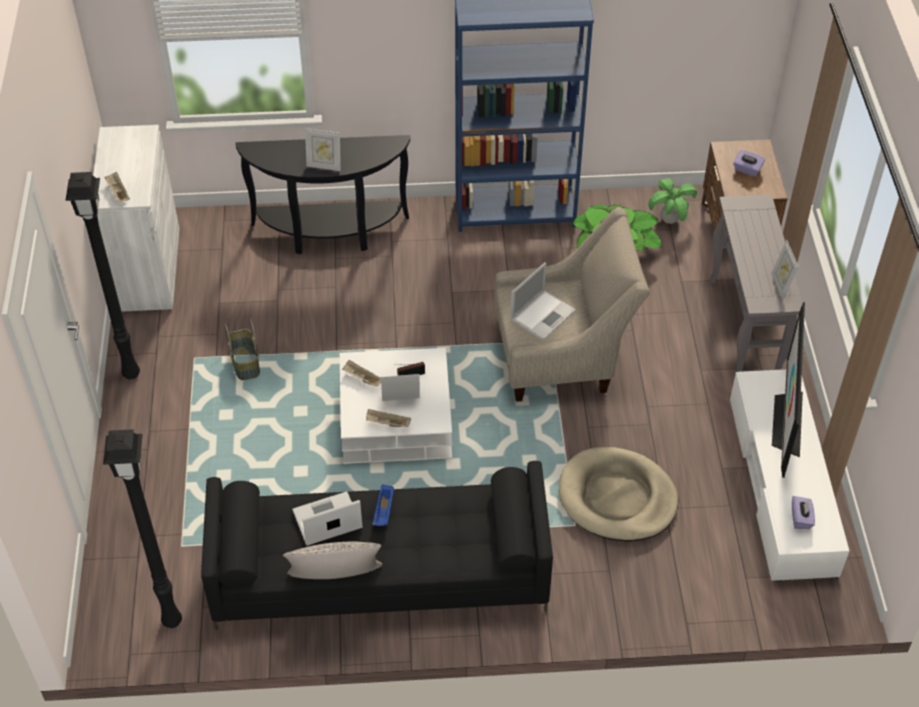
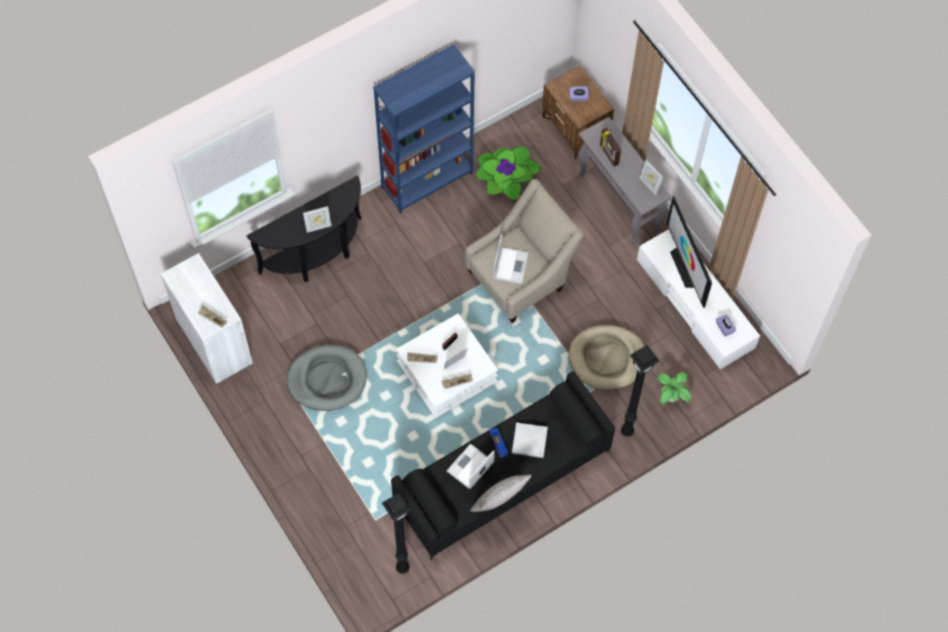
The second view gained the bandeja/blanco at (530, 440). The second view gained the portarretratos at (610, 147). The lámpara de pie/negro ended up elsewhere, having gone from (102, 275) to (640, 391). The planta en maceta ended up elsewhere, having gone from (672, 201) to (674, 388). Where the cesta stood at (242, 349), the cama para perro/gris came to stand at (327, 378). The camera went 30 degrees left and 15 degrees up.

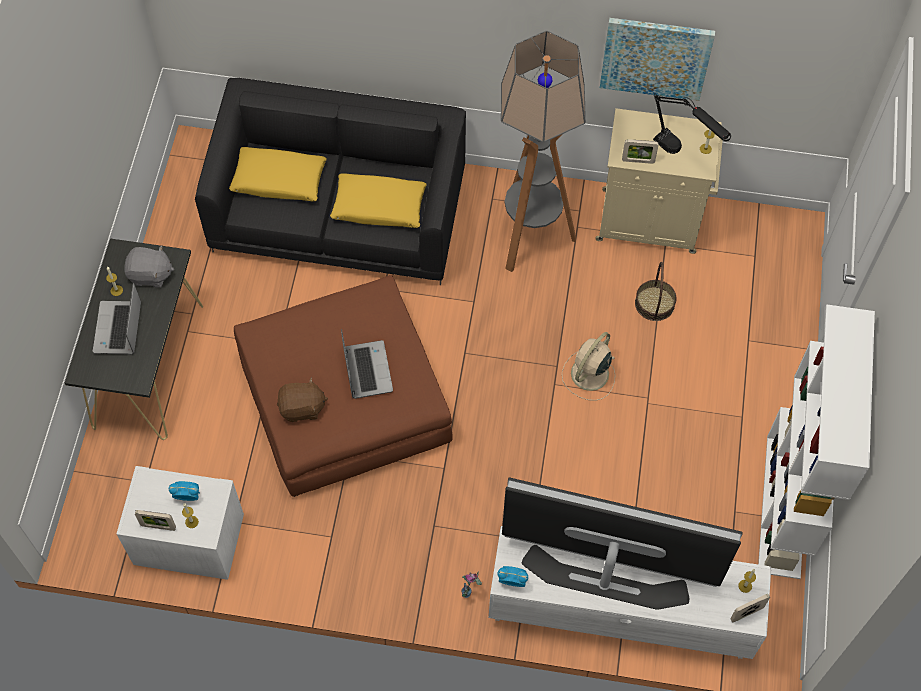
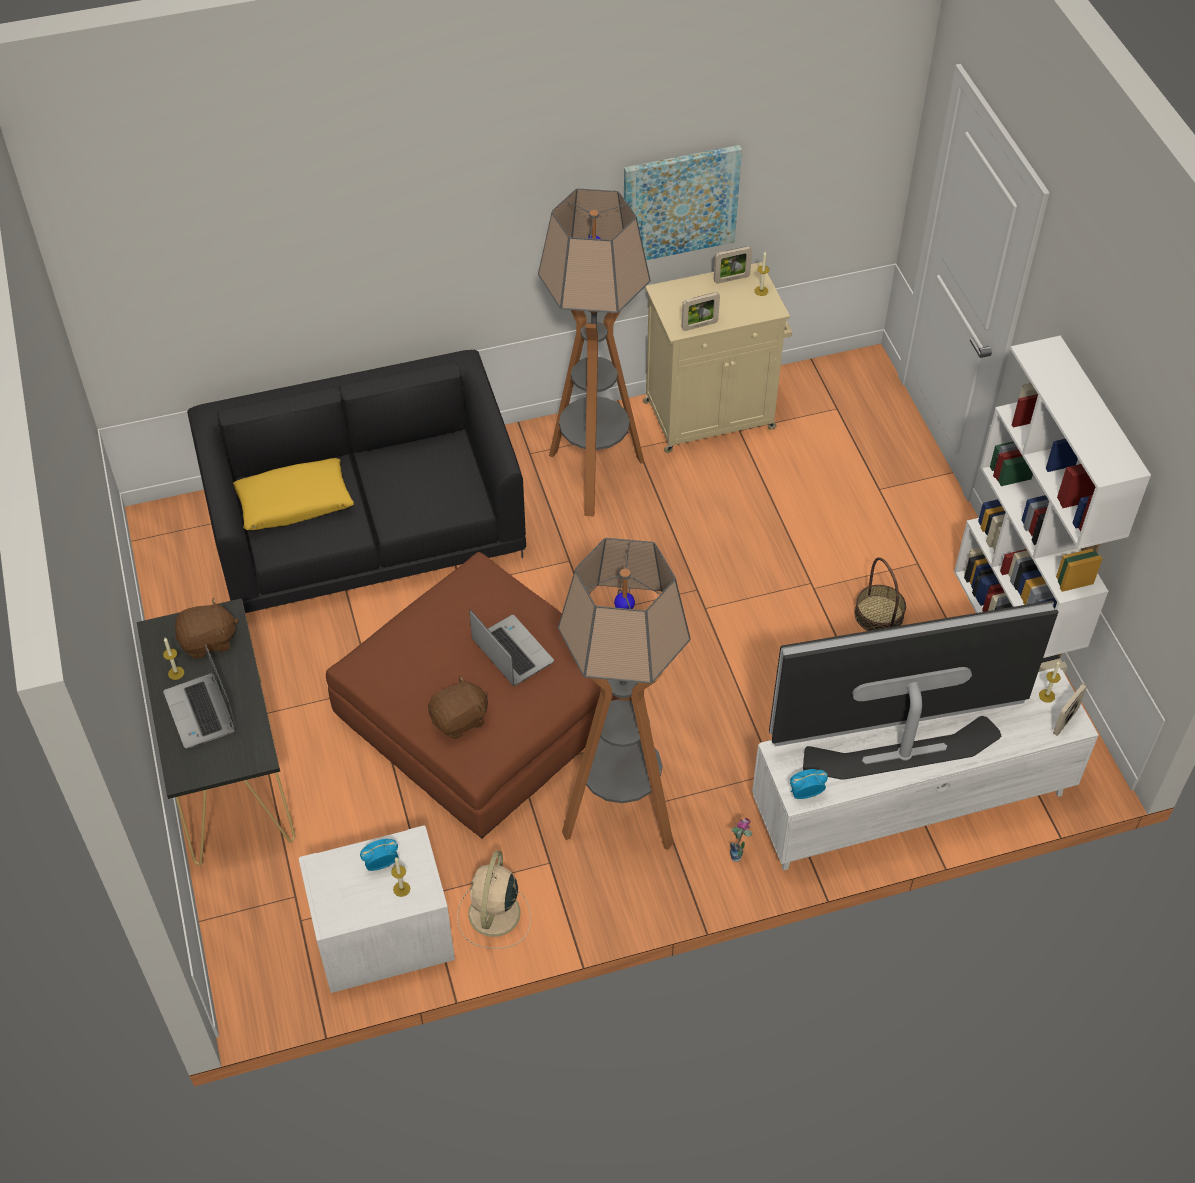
The second view lost the cojín/amarillo at (378, 200). The second view lost the lámpara de mesa/negro at (692, 123). The second view gained the lámpara de pie at (624, 694). The portarretratos ended up elsewhere, having gone from (155, 520) to (733, 265). The ventilador/beis ended up elsewhere, having gone from (588, 366) to (494, 900). The cesta ended up elsewhere, having gone from (656, 291) to (880, 594). What was the peluche/gris at (149, 267) turned into the peluche/marrón at (207, 628). The camera went 25 degrees left and 10 degrees down.

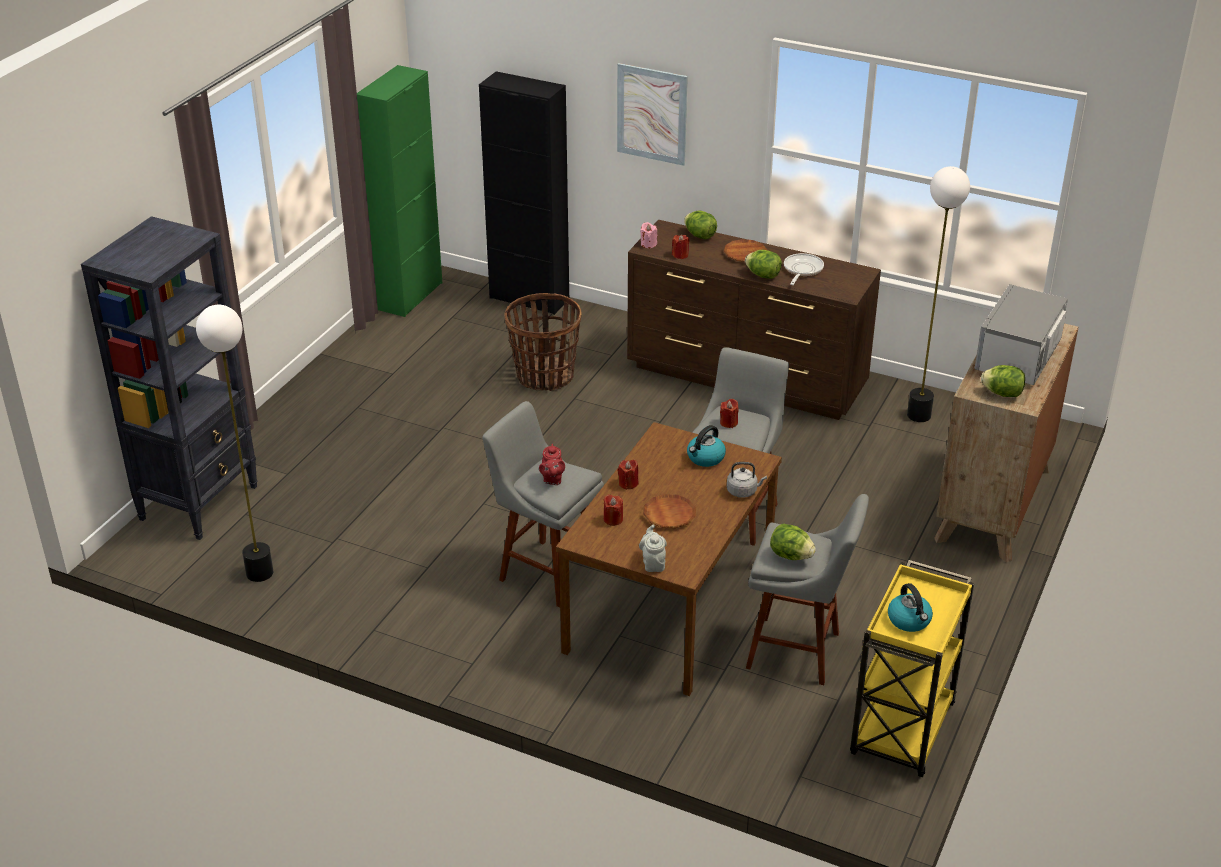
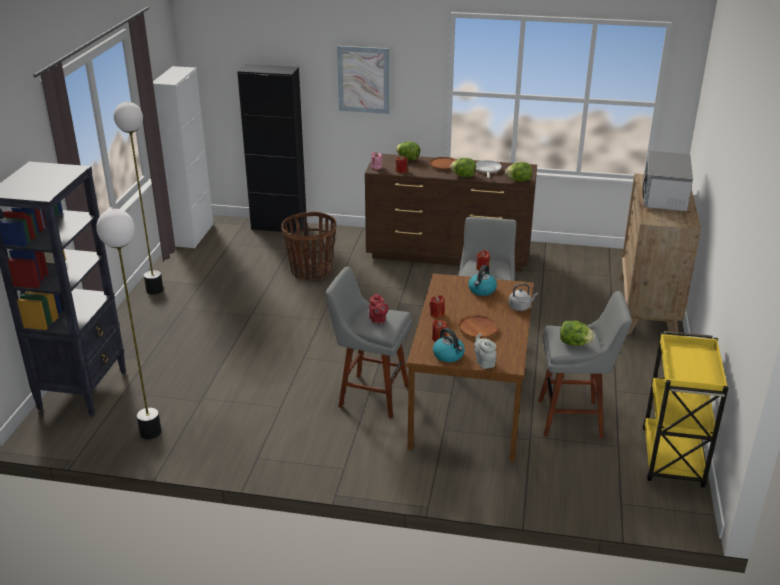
The hervidor ended up elsewhere, having gone from (910, 607) to (449, 345). The lámpara de pie ended up elsewhere, having gone from (938, 294) to (138, 198). The lechuga ended up elsewhere, having gone from (1003, 381) to (518, 172). What was the armario/verde at (399, 191) turned into the armario/blanco at (183, 157). The camera went 15 degrees left and 5 degrees down.

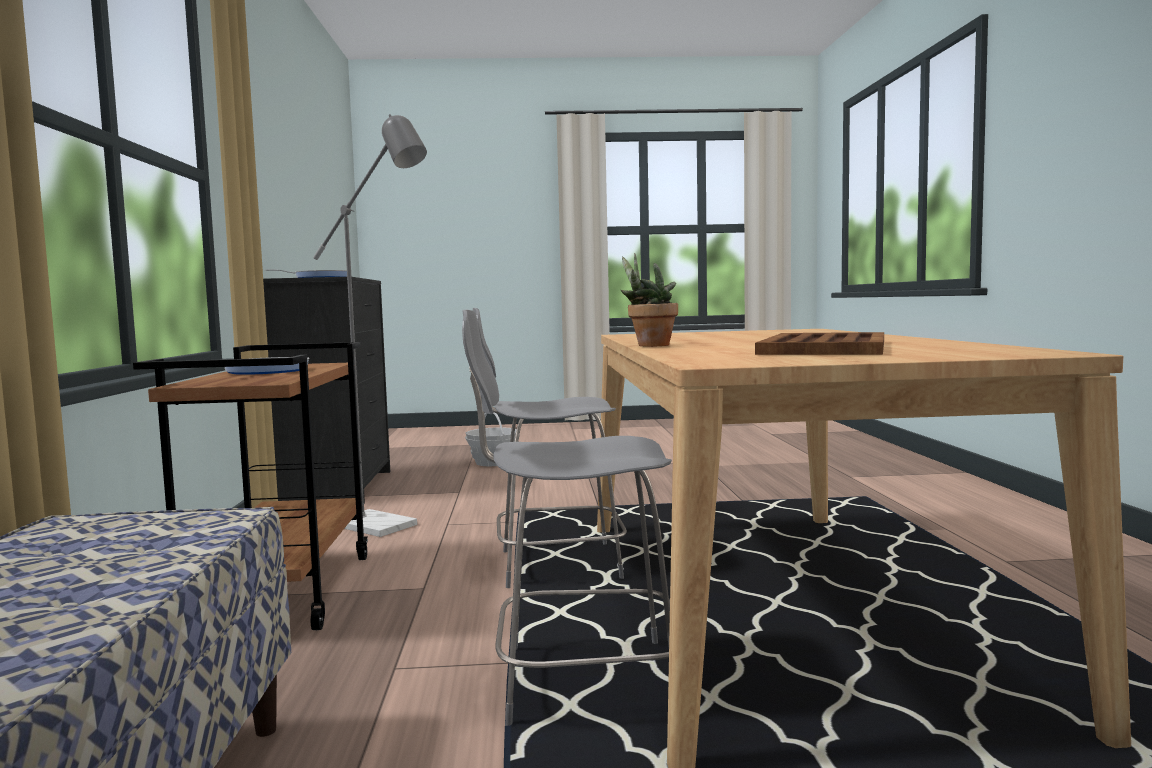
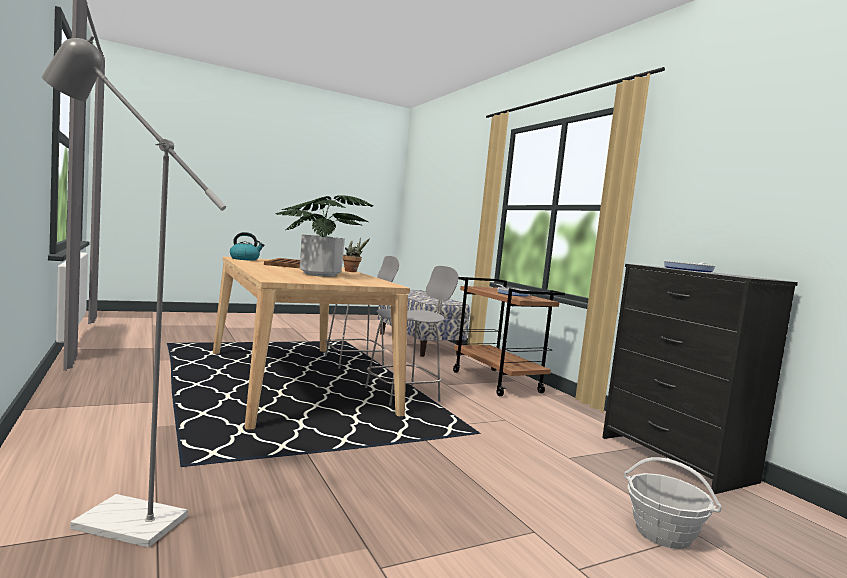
The second view gained the hervidor at (247, 246). The second view gained the planta en maceta at (324, 236). The lámpara de pie/gris ended up elsewhere, having gone from (370, 325) to (134, 292). The camera went 155 degrees right and 0 degrees up.

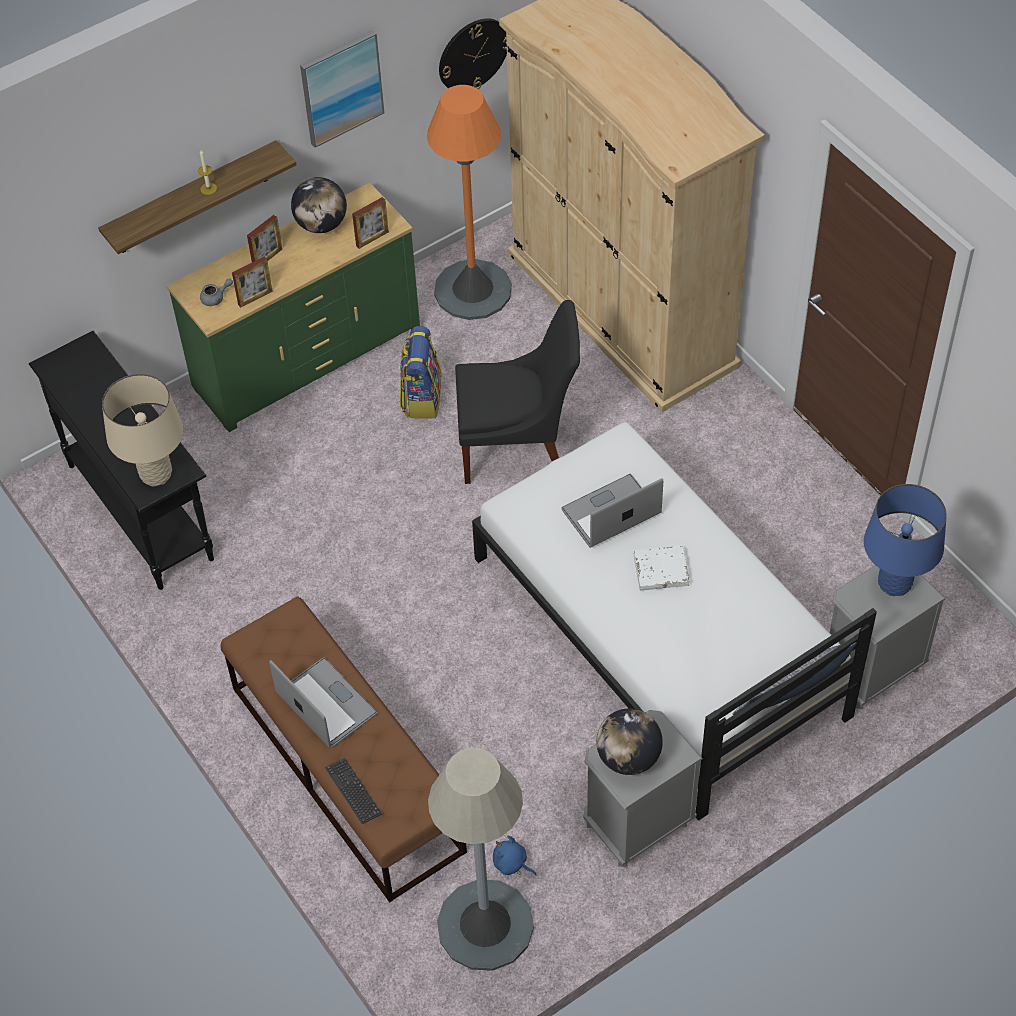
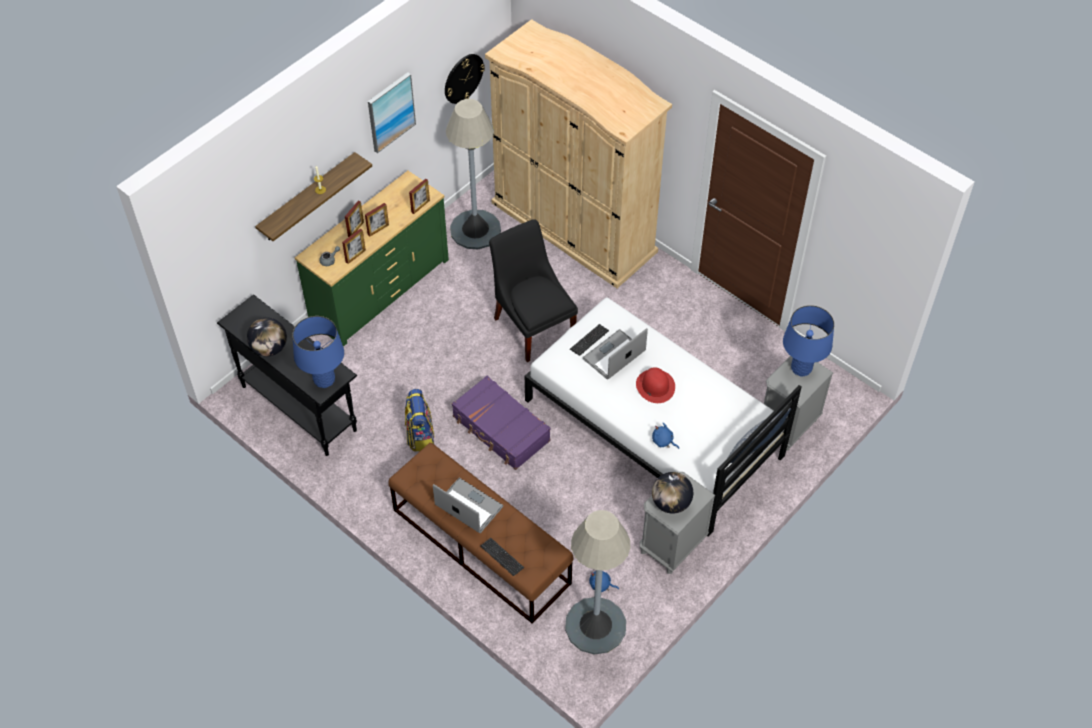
The second view gained the portarretratos at (377, 220). The second view gained the maleta/morado at (501, 423). The second view gained the teclado at (589, 340). The second view gained the peluche/azul at (665, 436). The globo terráqueo ended up elsewhere, having gone from (319, 205) to (267, 337). The mochila ended up elsewhere, having gone from (421, 372) to (420, 420). Where the libro/blanco stood at (662, 568), the sombrero/rojo came to stand at (655, 385). What was the lámpara de mesa/beis at (142, 430) turned into the lámpara de mesa/azul at (318, 352). What was the lámpara de pie/naranja at (469, 202) turned into the lámpara de pie/gris at (473, 174). The silla/negro at (517, 392) ended up facing another way, 105 degrees counterclockwise from before. The camera went 15 degrees left and 0 degrees up.

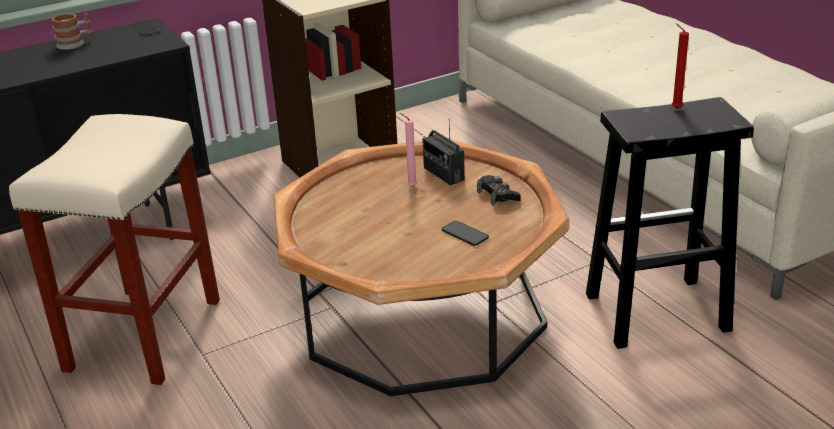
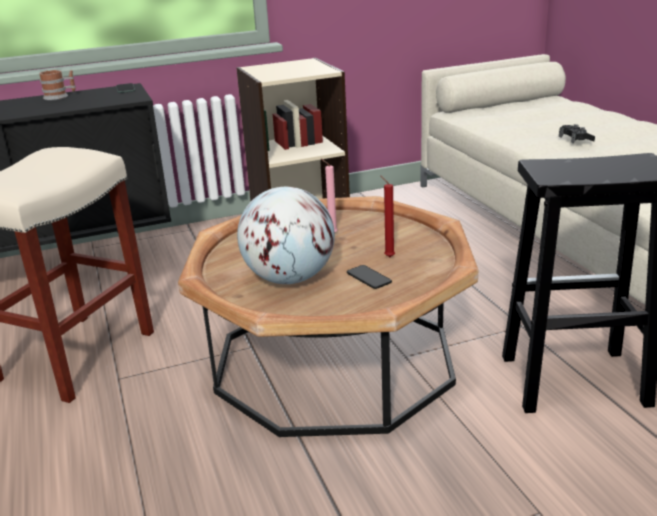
The second view lost the radio at (443, 152). The second view gained the globo terráqueo at (286, 235). The mando de consola/negro ended up elsewhere, having gone from (499, 190) to (577, 133). The vela/rojo ended up elsewhere, having gone from (680, 66) to (387, 216). The camera went 10 degrees right and 5 degrees down.

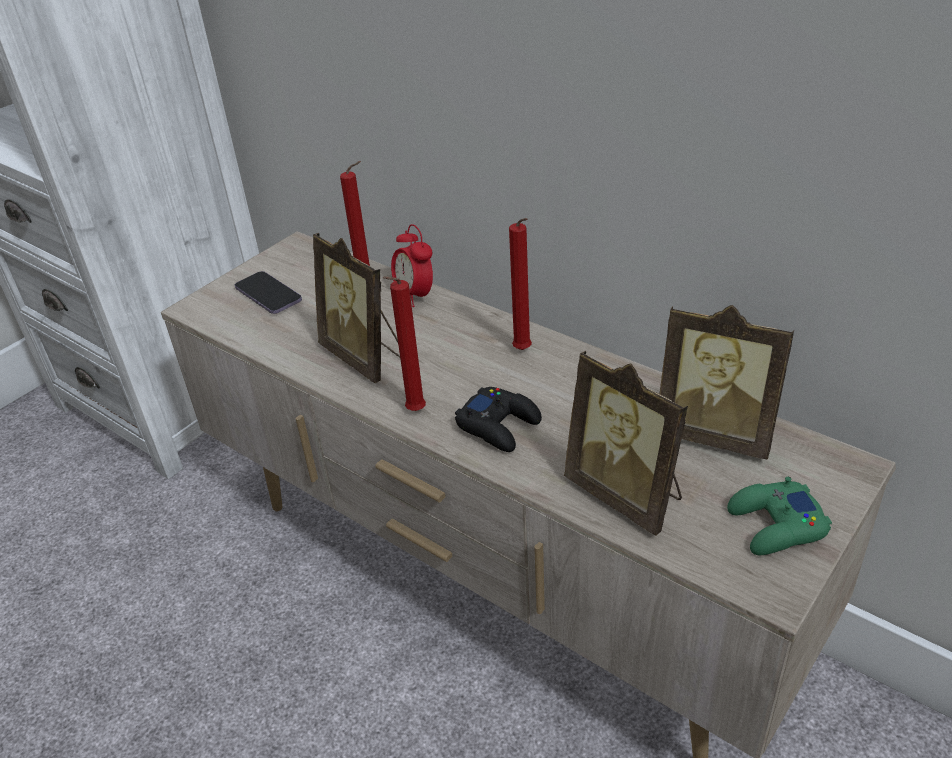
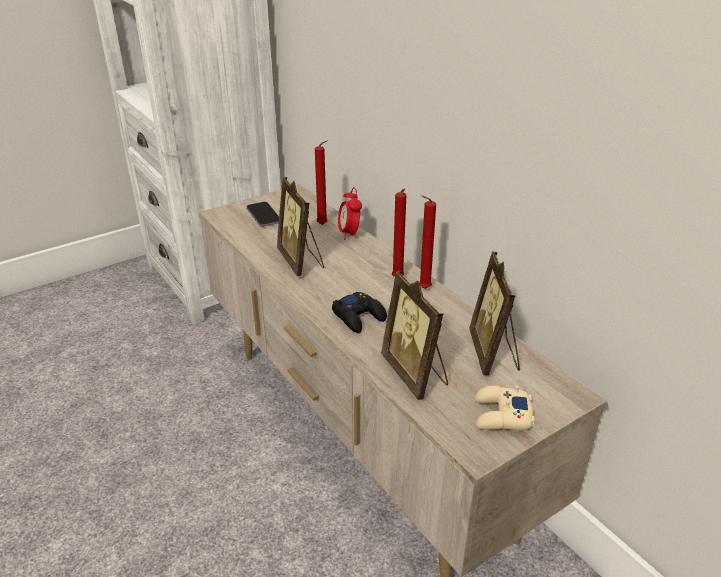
The vela/rojo ended up elsewhere, having gone from (404, 343) to (427, 242). What was the mando de consola/verde at (779, 516) turned into the mando de consola/beis at (504, 407). The portarretratos at (727, 382) ended up facing another way, 45 degrees clockwise from before. The camera went 15 degrees right and 5 degrees down.

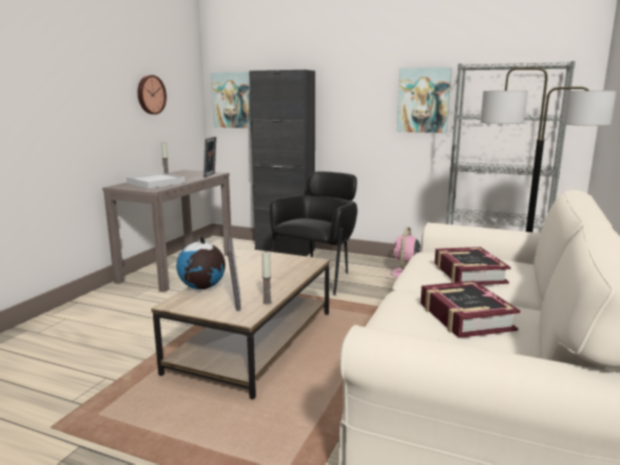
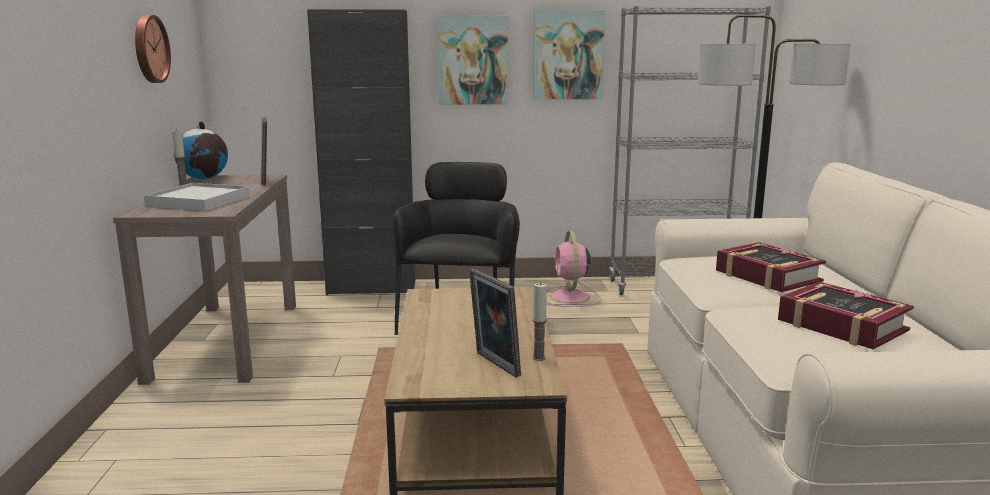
The globo terráqueo ended up elsewhere, having gone from (200, 262) to (201, 150). The cuadro ended up elsewhere, having gone from (231, 100) to (472, 60). The camera went 25 degrees left and 0 degrees up.

